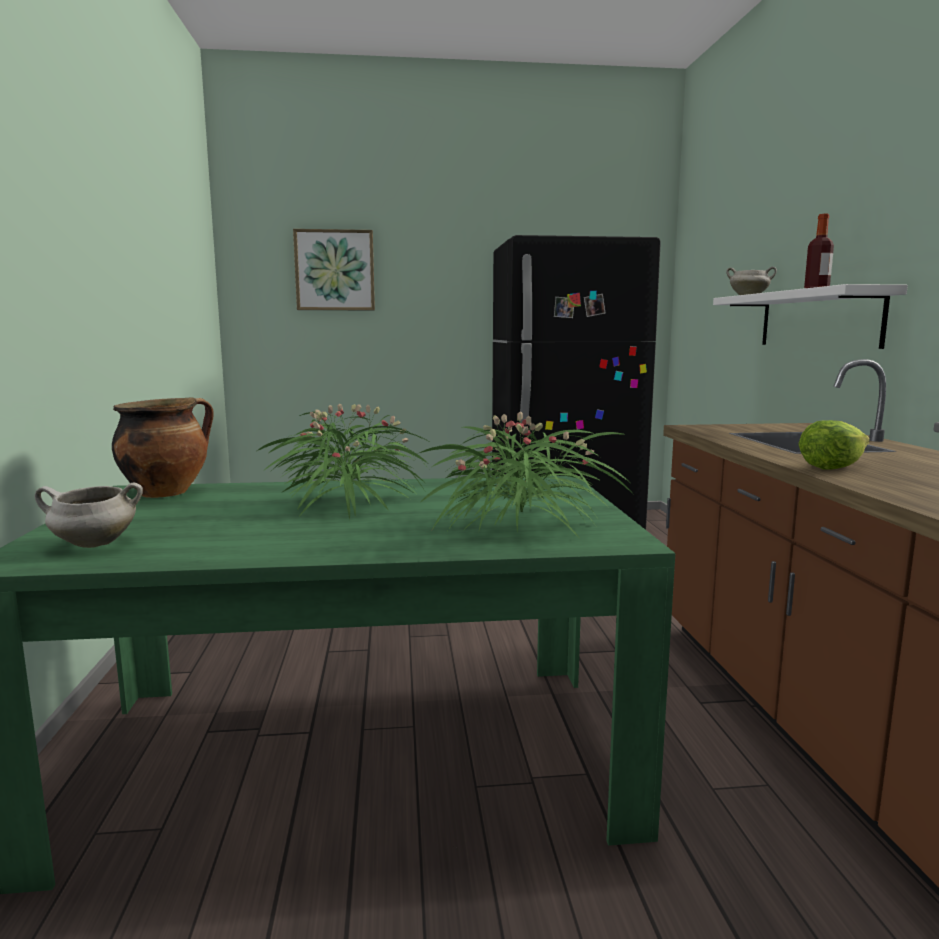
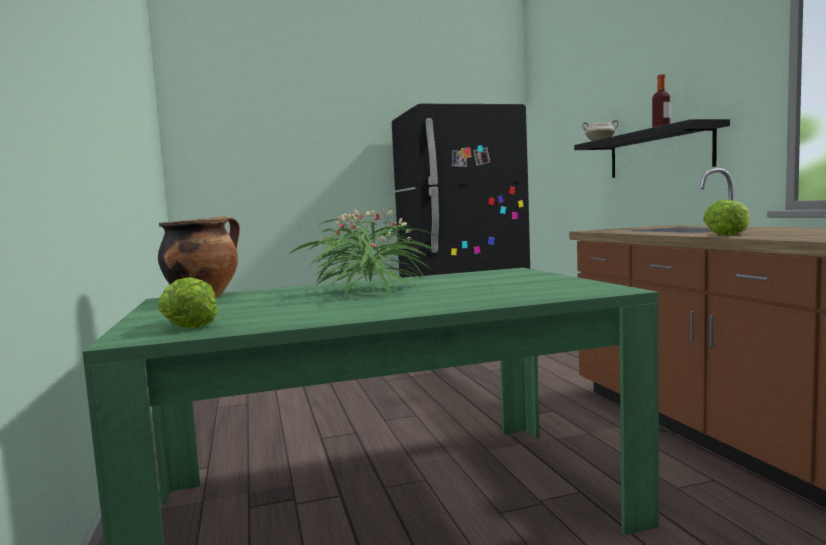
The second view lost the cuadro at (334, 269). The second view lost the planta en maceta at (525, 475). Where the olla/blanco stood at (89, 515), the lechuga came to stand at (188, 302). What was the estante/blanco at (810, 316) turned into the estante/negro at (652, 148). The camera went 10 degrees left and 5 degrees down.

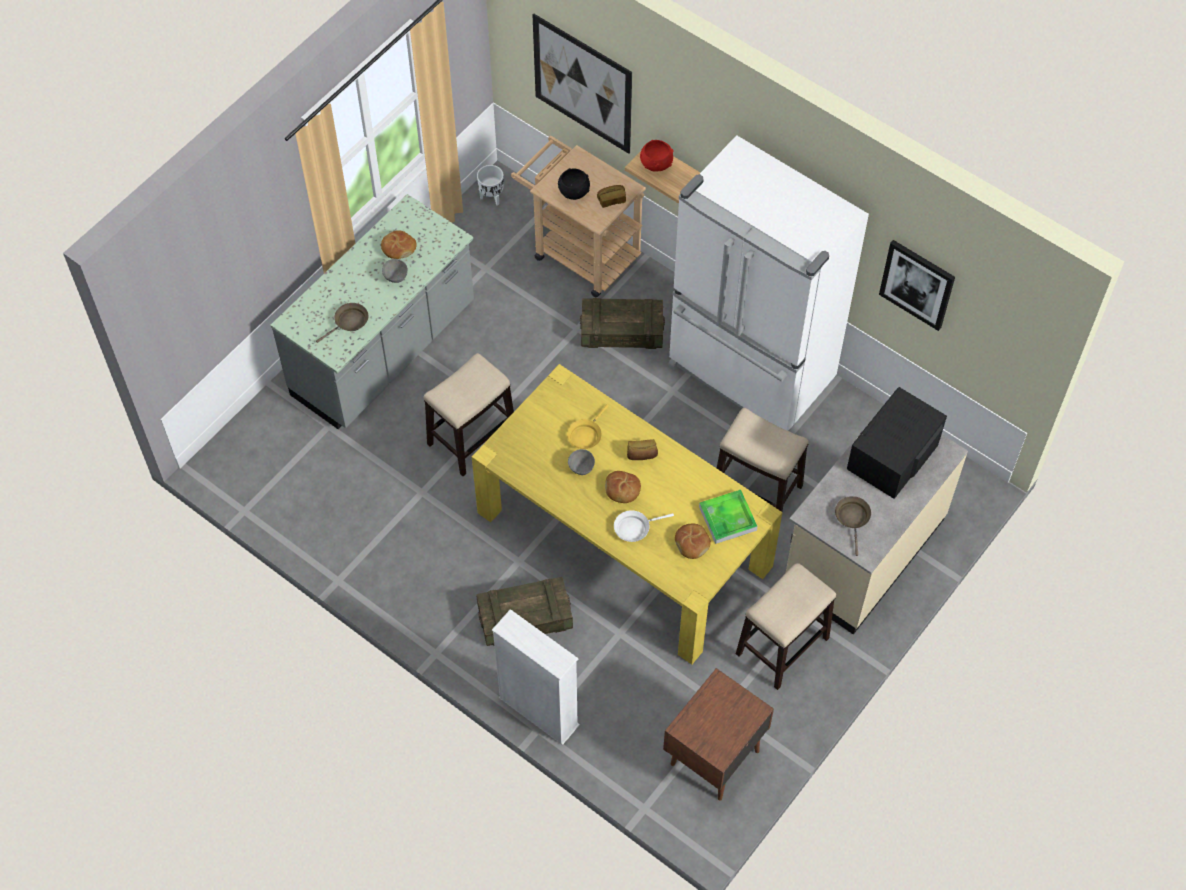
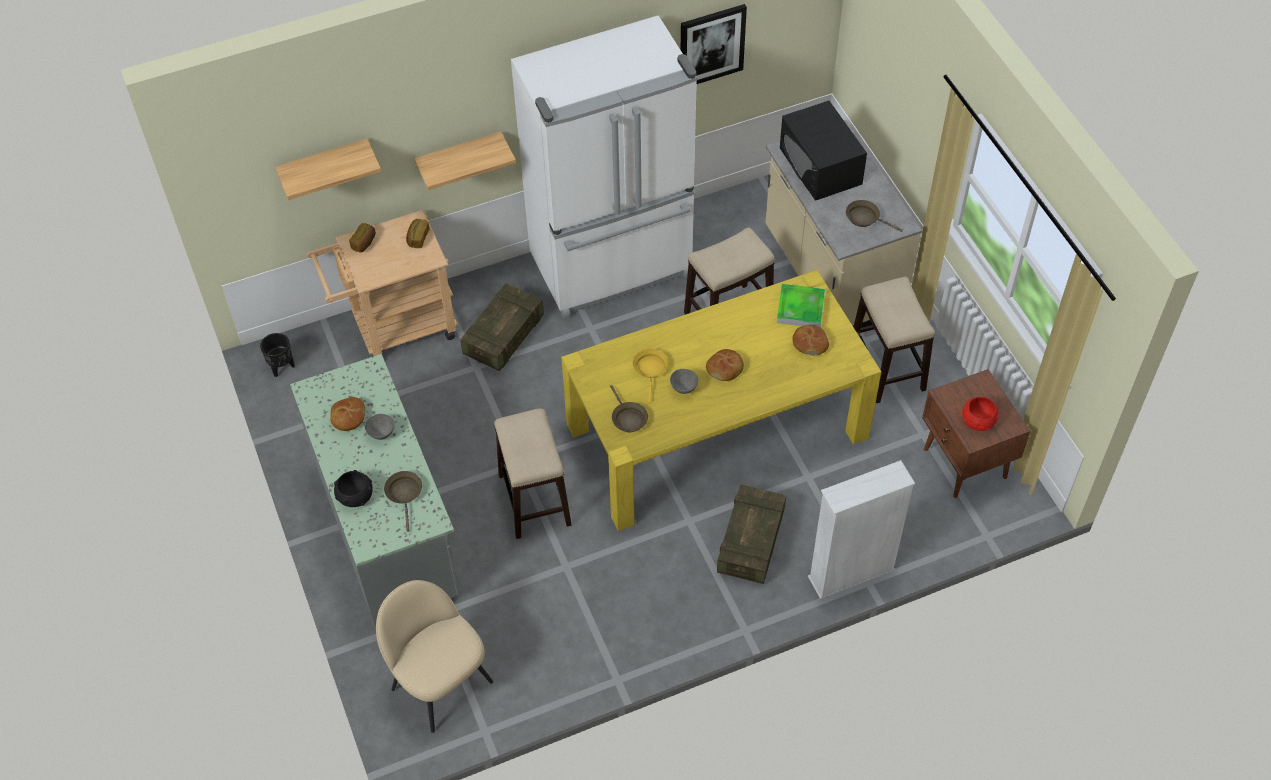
The second view lost the sartén/blanco at (644, 526). The second view gained the silla/beis at (434, 656). The second view gained the sartén/marrón at (629, 408). The cuenco/negro ended up elsewhere, having gone from (574, 184) to (353, 488). The pan ended up elsewhere, having gone from (642, 449) to (362, 237). The cuenco/rojo ended up elsewhere, having gone from (657, 156) to (980, 413). Where the cuadro hung at (582, 84), the estante came to hang at (328, 169). What was the maceta/blanco at (490, 185) turned into the maceta/negro at (277, 355). The sartén/amarillo at (588, 426) ended up facing another way, 150 degrees counterclockwise from before. The camera went 60 degrees left and 5 degrees down.

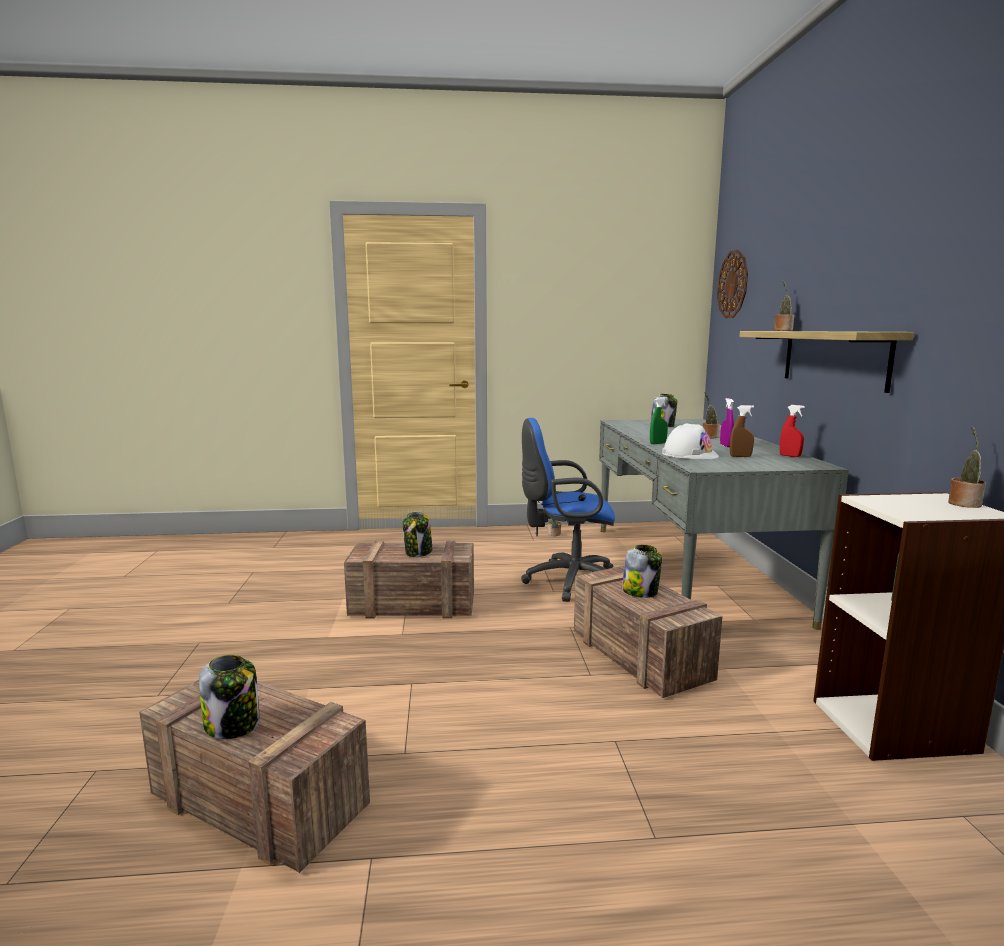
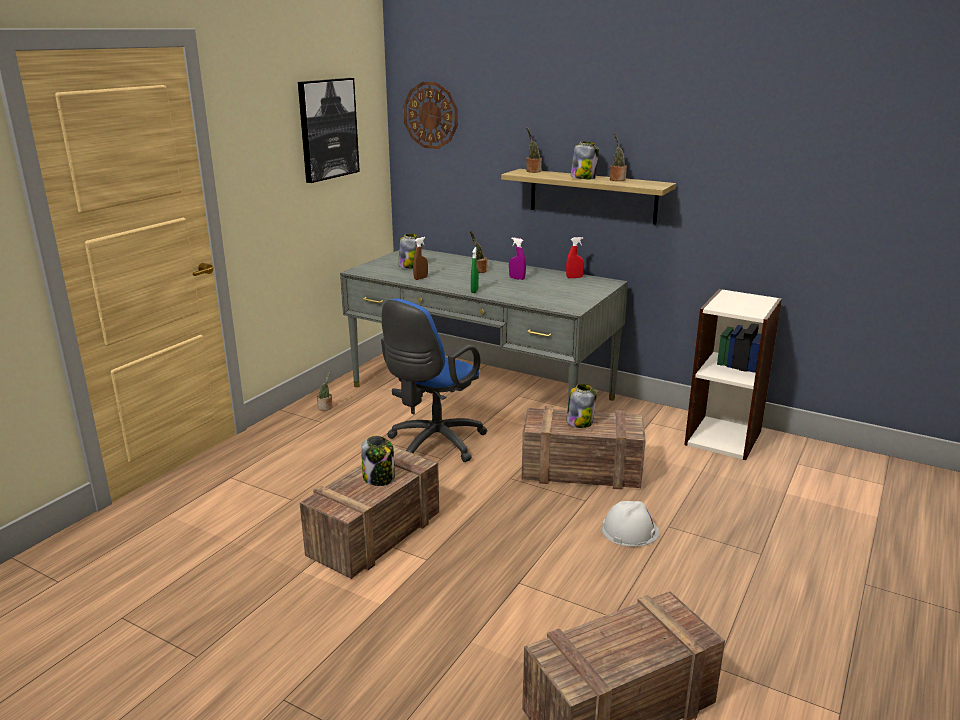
The second view gained the cuadro at (329, 130). The tarro ended up elsewhere, having gone from (229, 697) to (585, 160). The casco/blanco ended up elsewhere, having gone from (690, 441) to (631, 524). The pulverizador/marrón ended up elsewhere, having gone from (742, 431) to (420, 258). The planta en maceta ended up elsewhere, having gone from (967, 467) to (618, 157). The camera went 55 degrees left and 10 degrees up.

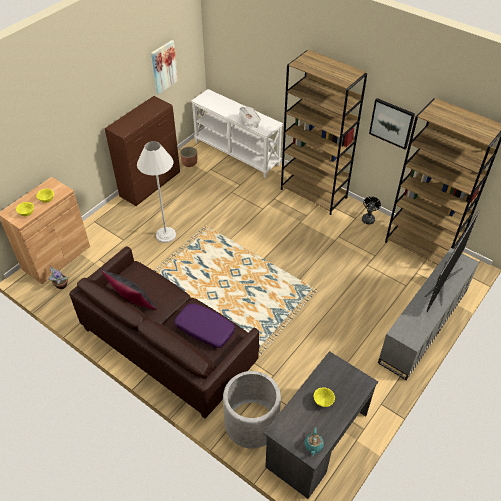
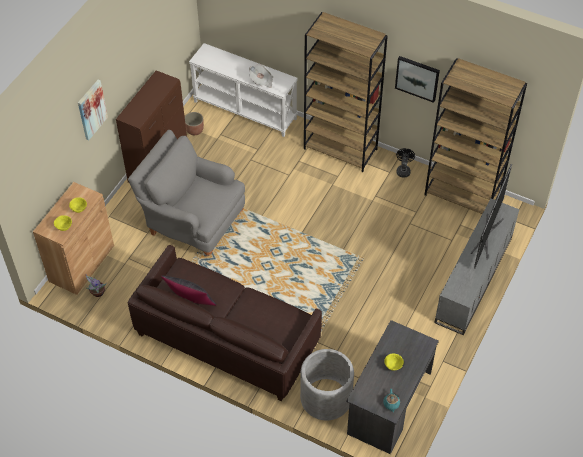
The second view lost the cojín/morado at (204, 325). The cuadro ended up elsewhere, having gone from (164, 67) to (93, 110). Where the lámpara de pie/blanco stood at (156, 192), the sillón/gris came to stand at (186, 193). The camera went 10 degrees left and 5 degrees up.

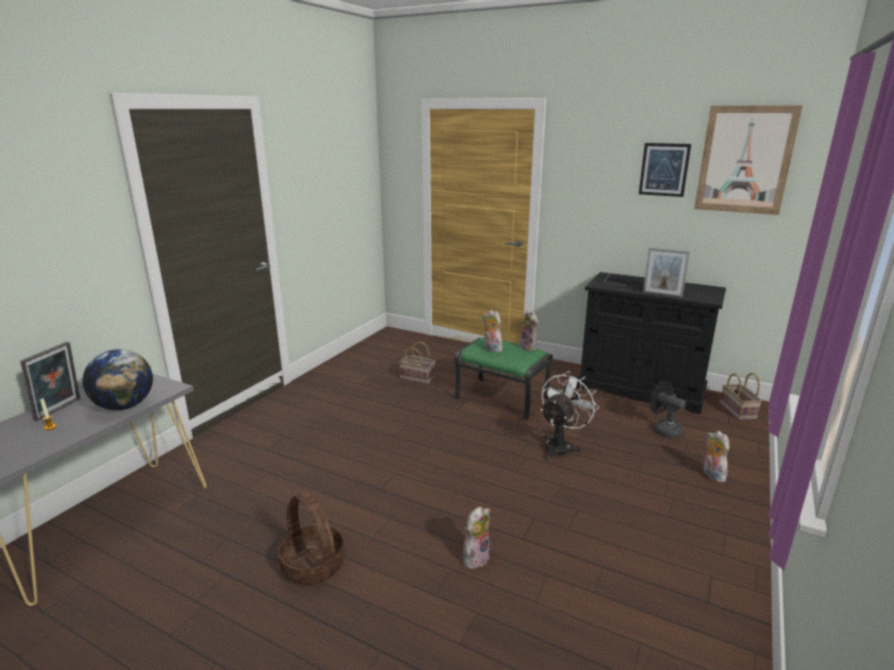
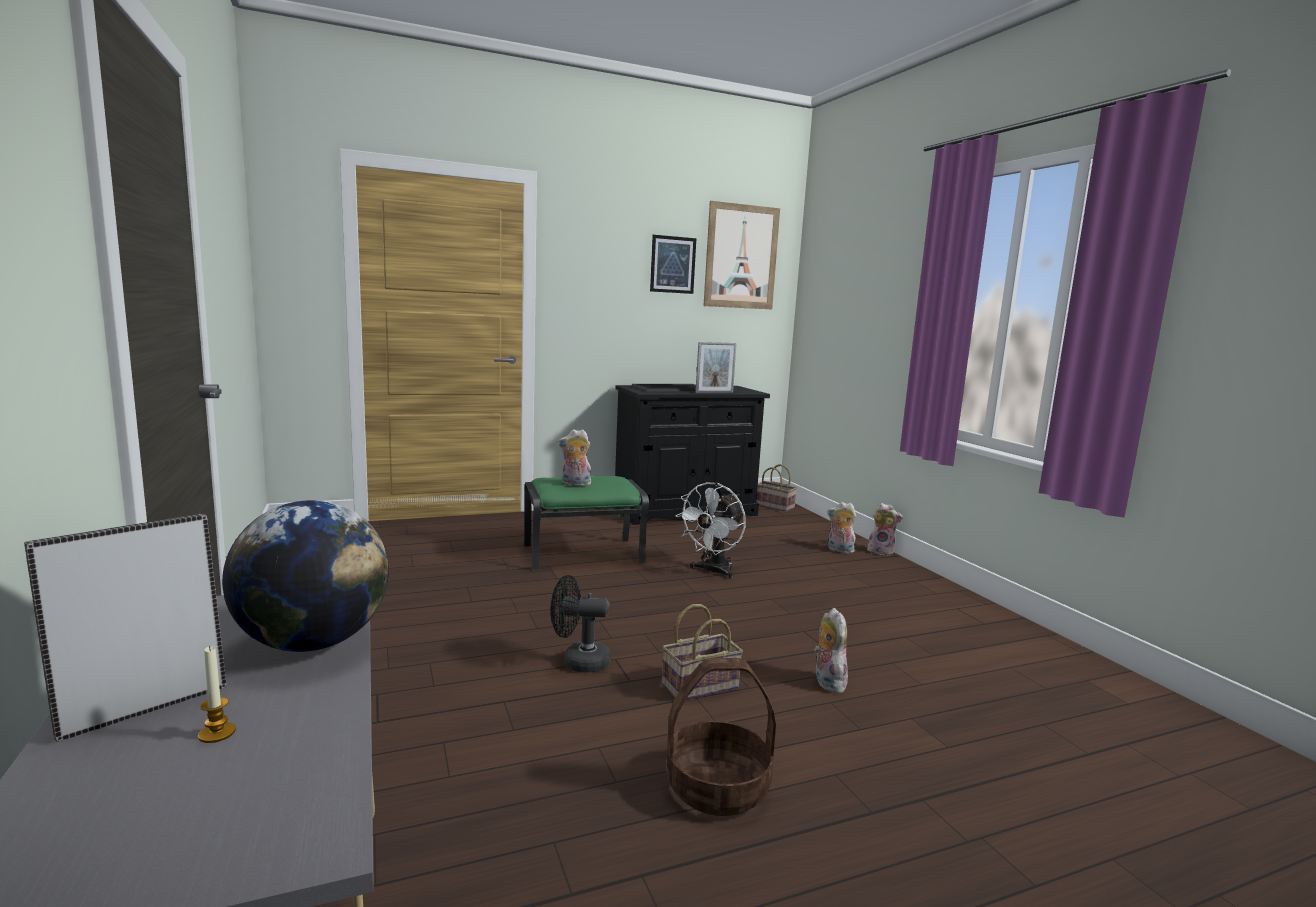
The cesta ended up elsewhere, having gone from (417, 362) to (702, 652). The peluche ended up elsewhere, having gone from (529, 329) to (884, 529). The ventilador/negro ended up elsewhere, having gone from (667, 409) to (580, 623). The portarretratos at (50, 381) ended up facing another way, 105 degrees counterclockwise from before. The ventilador/blanco at (570, 415) ended up facing another way, 135 degrees counterclockwise from before. The camera went 50 degrees left and 10 degrees down.

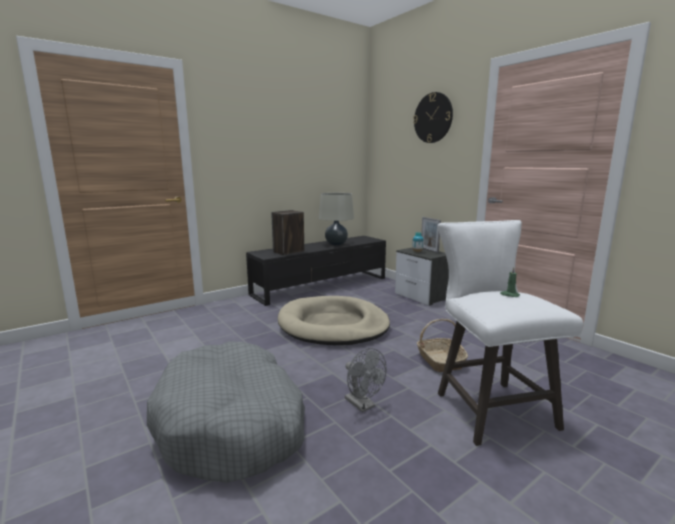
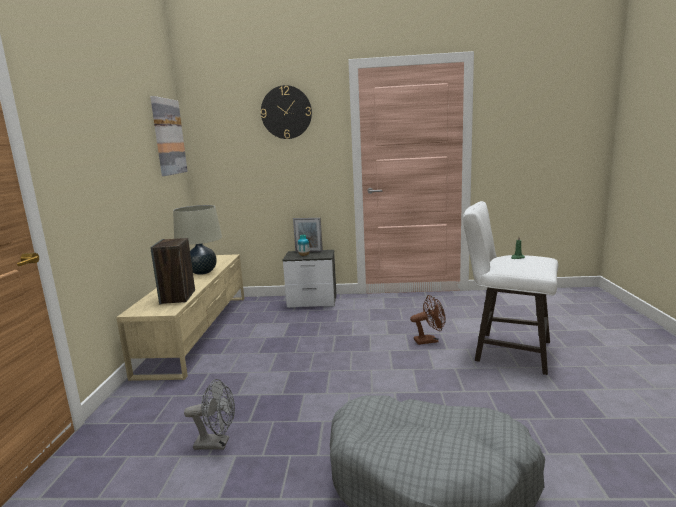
The second view lost the cama para perro/beis at (334, 320). The second view gained the cuadro at (169, 136). The ventilador/gris ended up elsewhere, having gone from (365, 380) to (209, 414). Where the cesta stood at (442, 345), the ventilador/marrón came to stand at (428, 320). What was the mueble de televisión/negro at (316, 271) turned into the mueble de televisión/beis at (180, 317). The camera went 50 degrees left and 0 degrees up.

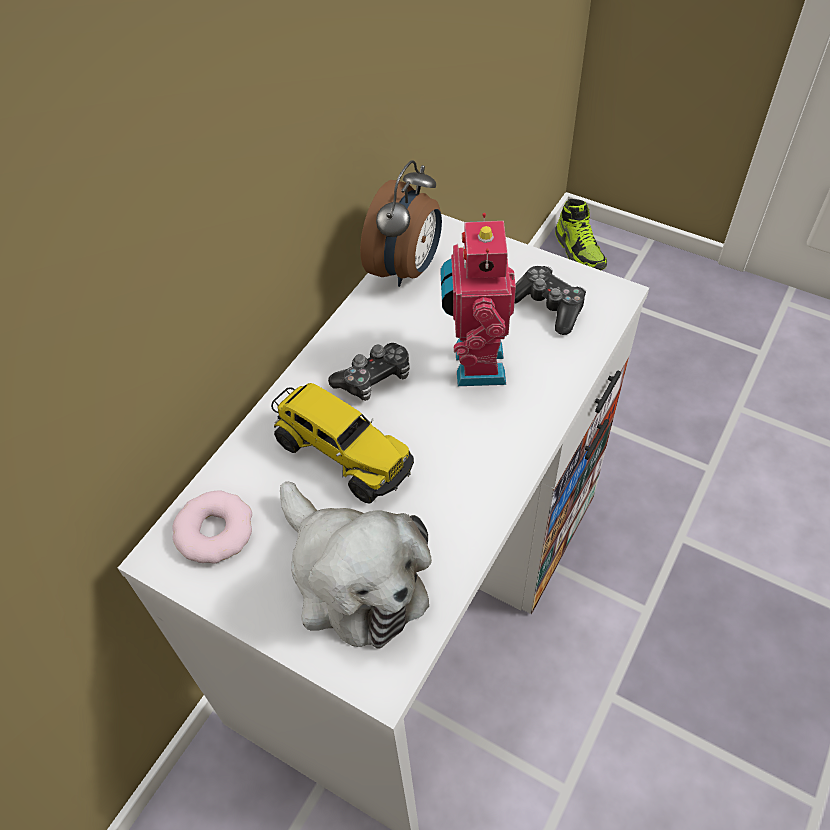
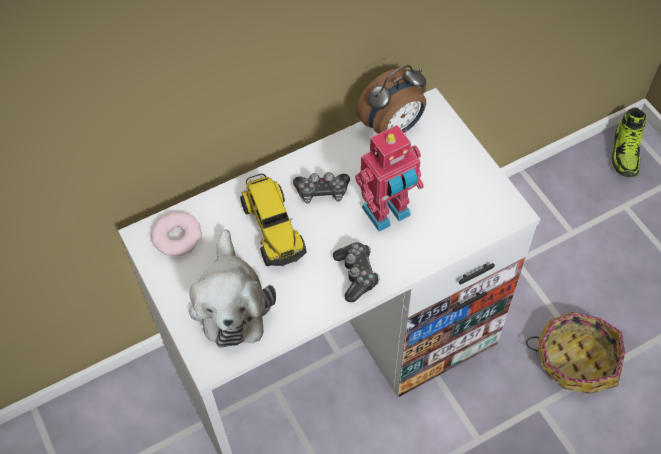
The second view gained the cesta at (575, 353). The mando de consola ended up elsewhere, having gone from (550, 300) to (356, 272). The robot de juguete at (478, 299) ended up facing another way, 150 degrees counterclockwise from before. The camera went 30 degrees right and 5 degrees up.

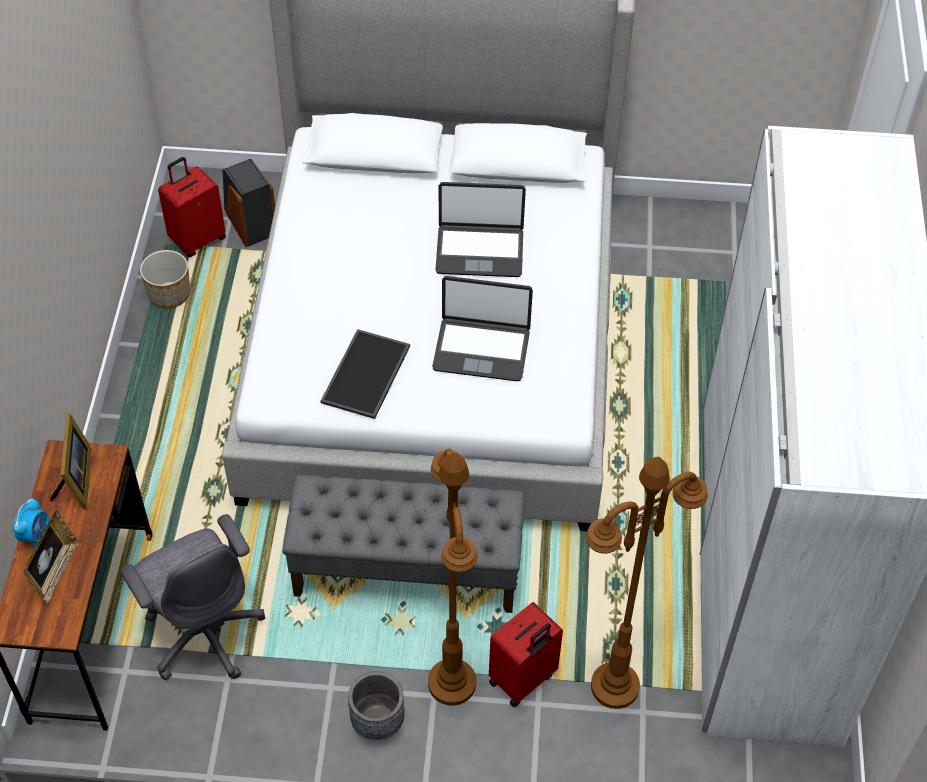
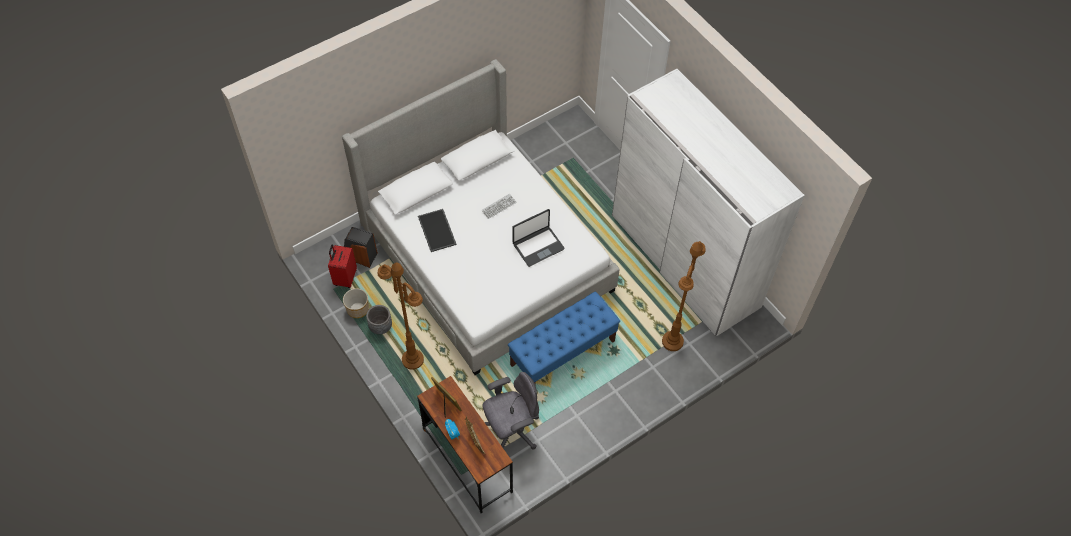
The second view lost the maleta/rojo at (526, 654). The bandeja ended up elsewhere, having gone from (365, 374) to (437, 230). The maceta/gris ended up elsewhere, having gone from (376, 705) to (379, 319). The lámpara de pie/marrón ended up elsewhere, having gone from (452, 577) to (400, 316). Where the portátil stood at (480, 229), the teclado came to stand at (498, 206). What was the banco/gris at (403, 544) turned into the banco/azul at (564, 338). The silla de oficina/gris at (192, 597) ended up facing another way, 45 degrees counterclockwise from before. The camera went 40 degrees left and 5 degrees up.

